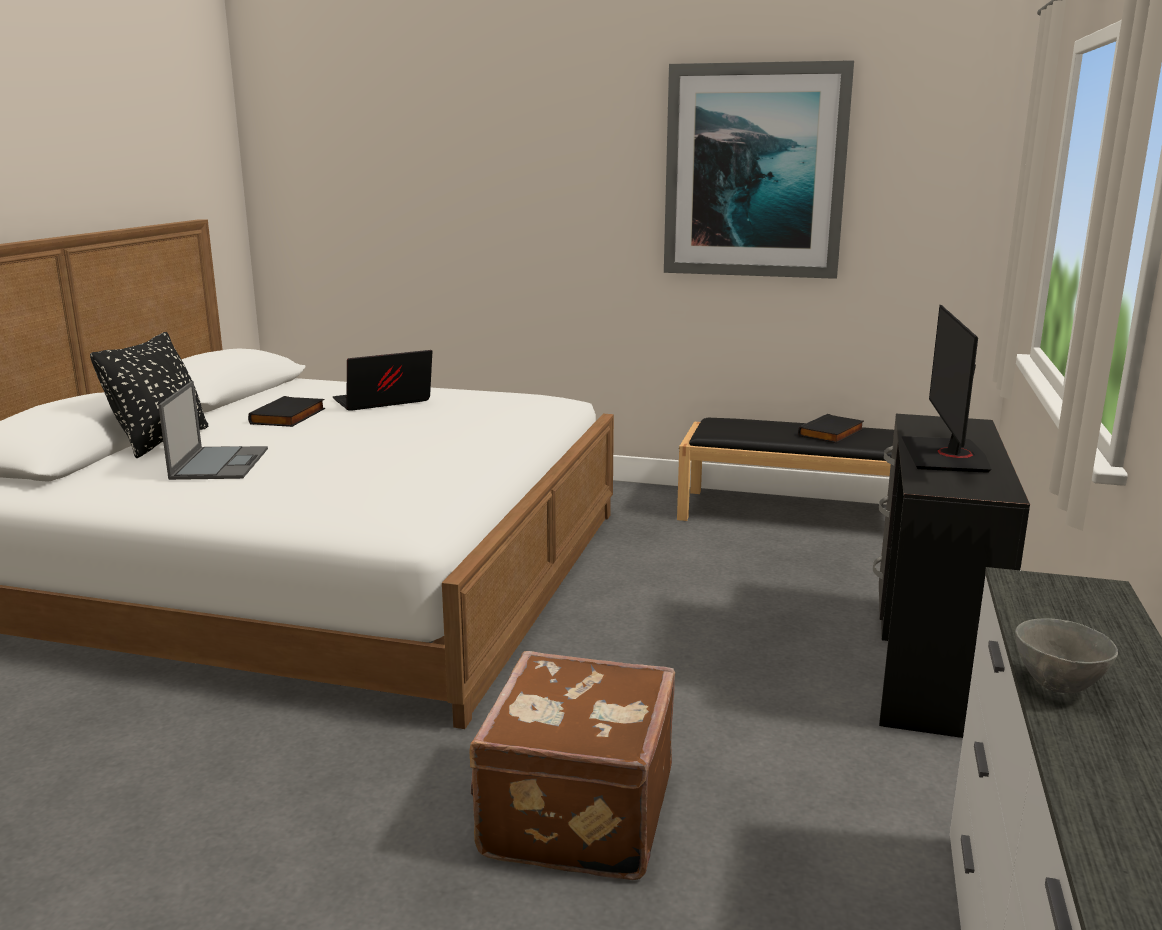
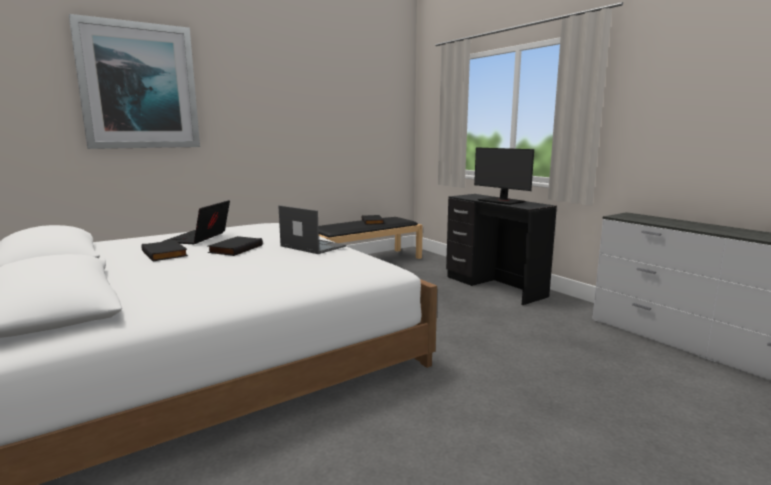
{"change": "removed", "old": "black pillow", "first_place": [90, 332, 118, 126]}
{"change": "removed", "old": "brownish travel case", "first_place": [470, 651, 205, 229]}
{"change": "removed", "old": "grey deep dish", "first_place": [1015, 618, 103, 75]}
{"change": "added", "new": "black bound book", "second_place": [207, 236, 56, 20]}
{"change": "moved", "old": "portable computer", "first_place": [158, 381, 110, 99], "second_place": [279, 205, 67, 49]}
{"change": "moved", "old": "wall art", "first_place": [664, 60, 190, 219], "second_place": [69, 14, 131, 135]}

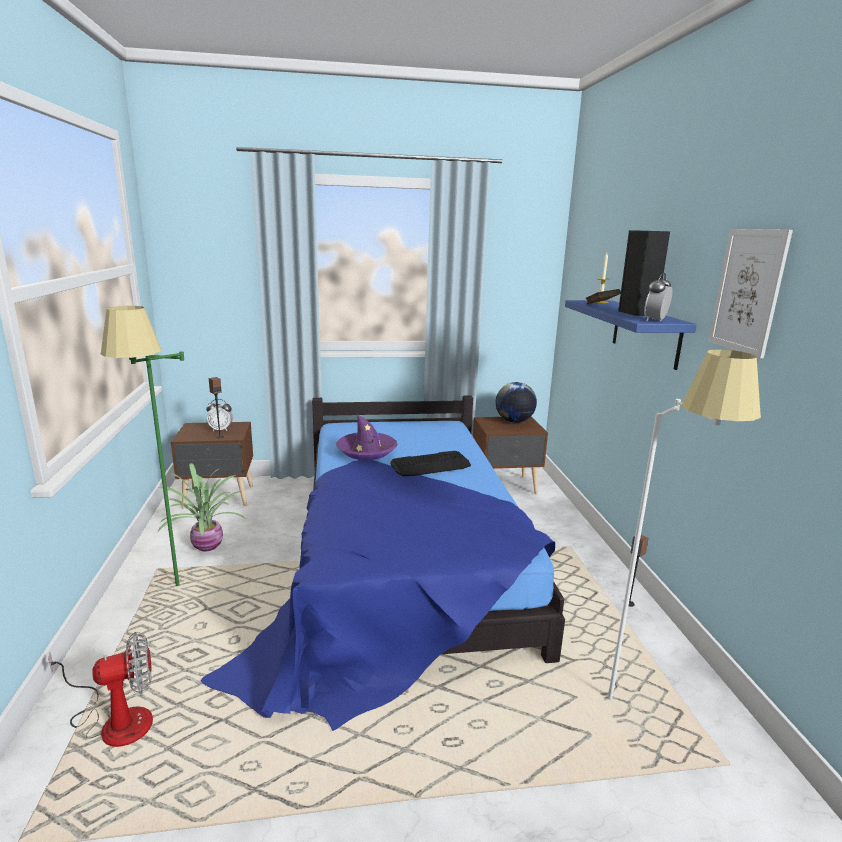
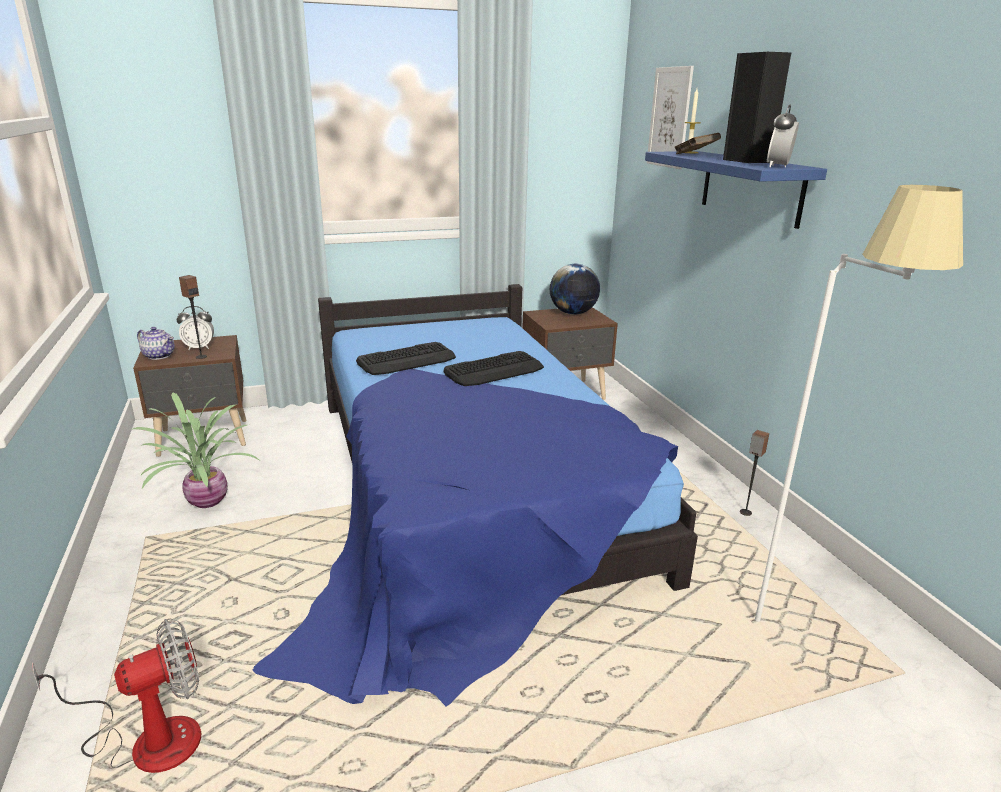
{"change": "removed", "old": "green standard lamp", "first_place": [100, 306, 84, 280]}
{"change": "added", "new": "pot for tea", "second_place": [137, 327, 38, 33]}
{"change": "moved", "old": "wall art", "first_place": [708, 229, 85, 130], "second_place": [647, 66, 47, 103]}
{"change": "replaced", "old": "purplish hat", "new": "computer keyboard", "first_place": [336, 414, 61, 46], "second_place": [356, 342, 100, 33]}

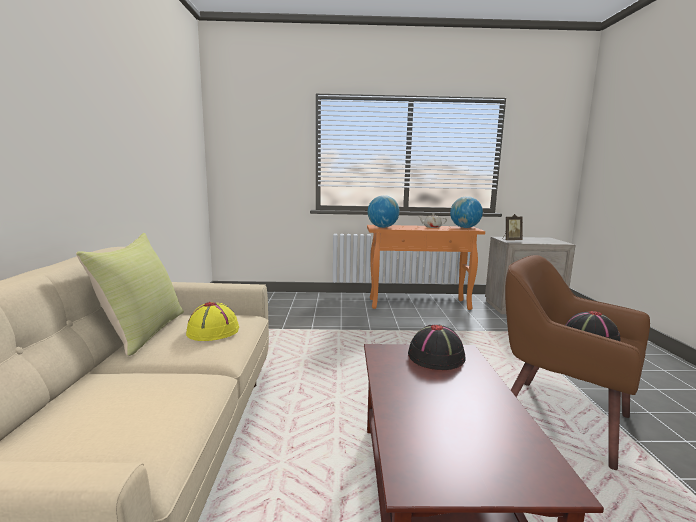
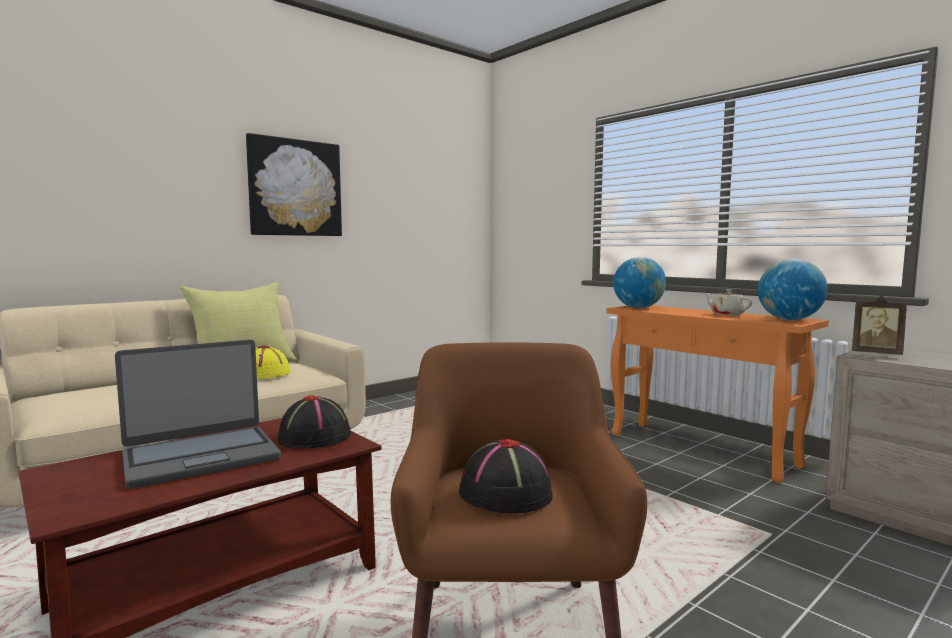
{"change": "added", "new": "portable computer", "second_place": [115, 340, 166, 149]}
{"change": "added", "new": "wall art", "second_place": [246, 133, 96, 103]}

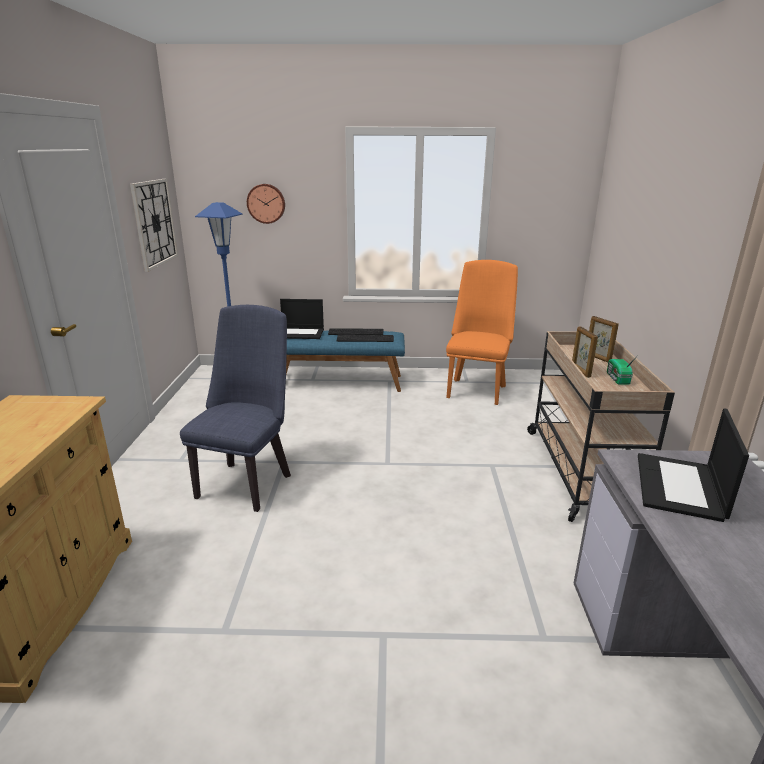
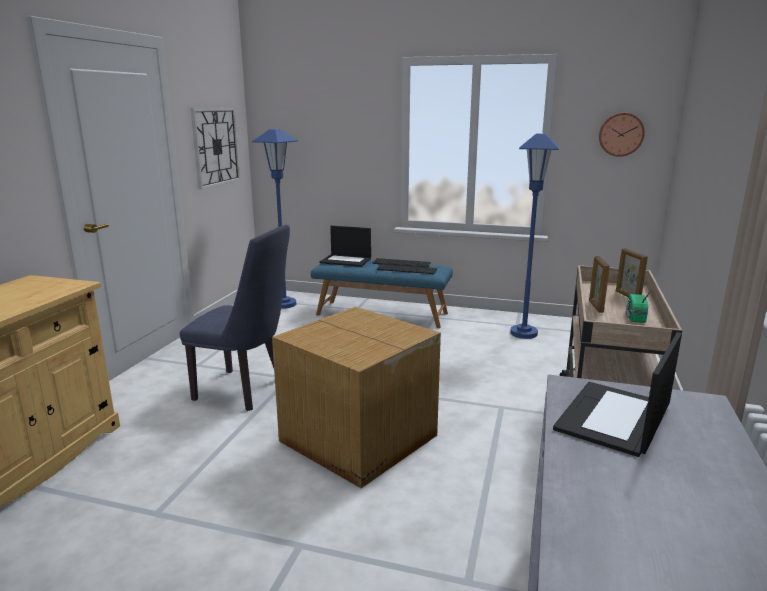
{"change": "added", "new": "packing box", "second_place": [272, 307, 169, 181]}
{"change": "moved", "old": "wall clock", "first_place": [247, 184, 38, 40], "second_place": [599, 113, 46, 44]}
{"change": "replaced", "old": "orangey chair", "new": "bluish standard lamp", "first_place": [446, 260, 72, 145], "second_place": [510, 134, 49, 205]}
{"change": "turned", "old": "bluish chair", "first_place": [180, 305, 111, 207], "second_place": [180, 225, 110, 186], "degrees": 75}

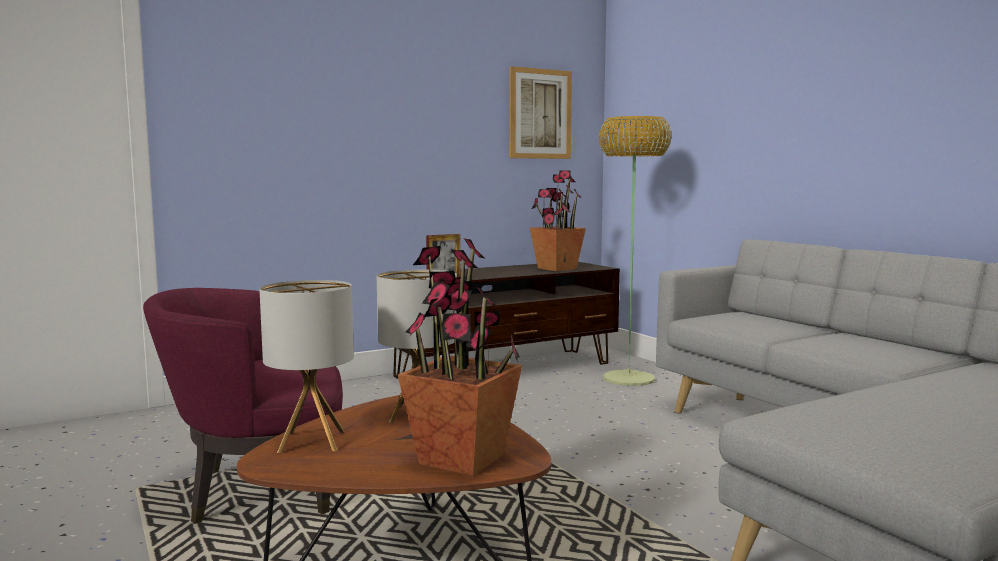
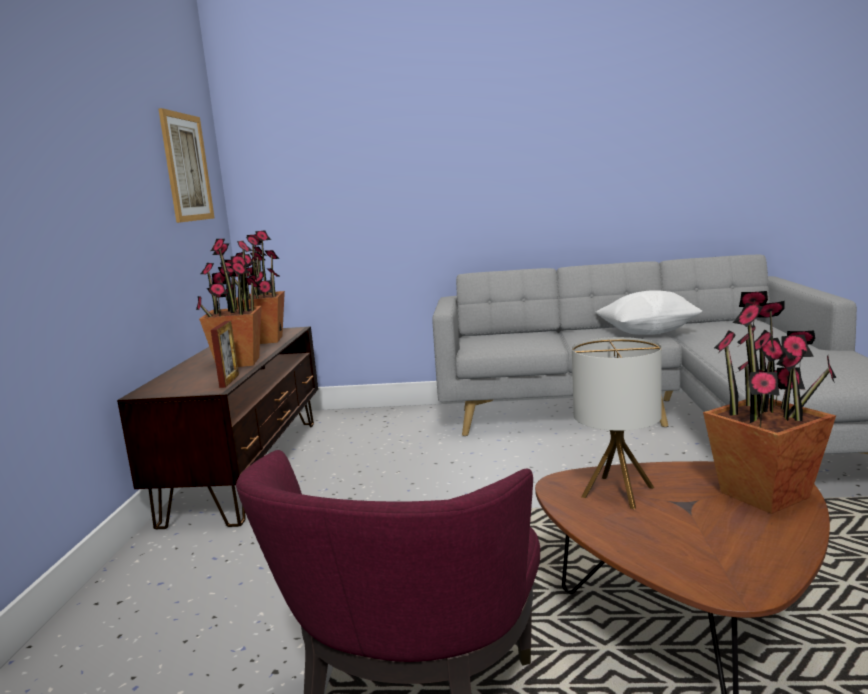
{"change": "removed", "old": "table lamp", "first_place": [259, 280, 95, 173]}
{"change": "removed", "old": "standard lamp", "first_place": [599, 116, 73, 270]}
{"change": "added", "new": "plant in a pot", "second_place": [196, 239, 66, 128]}
{"change": "added", "new": "whitish pillow", "second_place": [595, 290, 107, 45]}

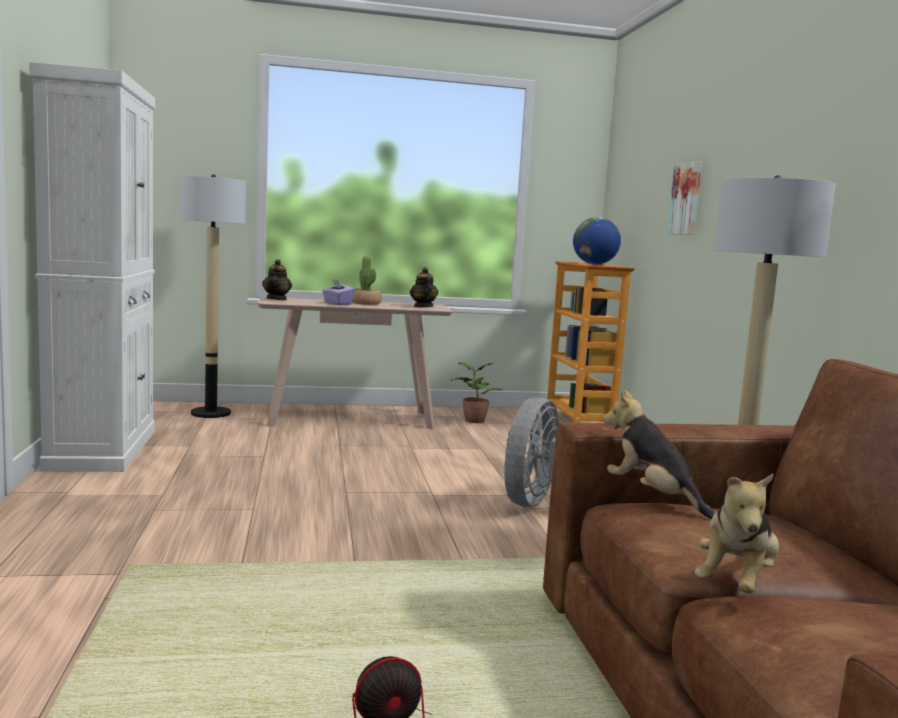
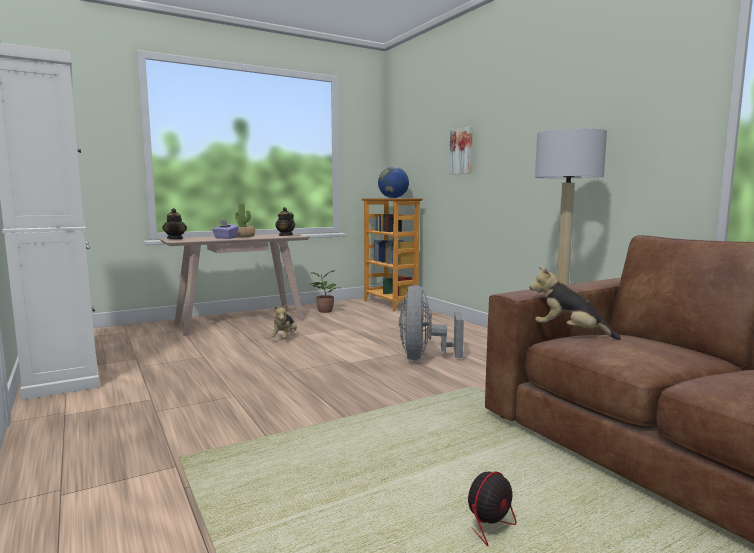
{"change": "removed", "old": "standard lamp", "first_place": [180, 174, 66, 244]}
{"change": "moved", "old": "cuddly toy", "first_place": [695, 474, 84, 120], "second_place": [270, 304, 27, 35]}

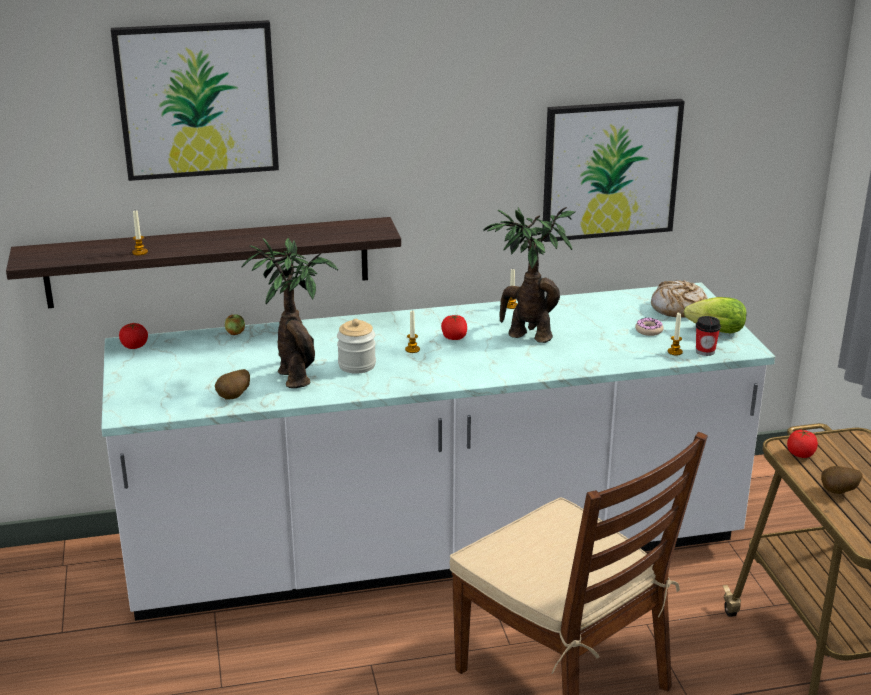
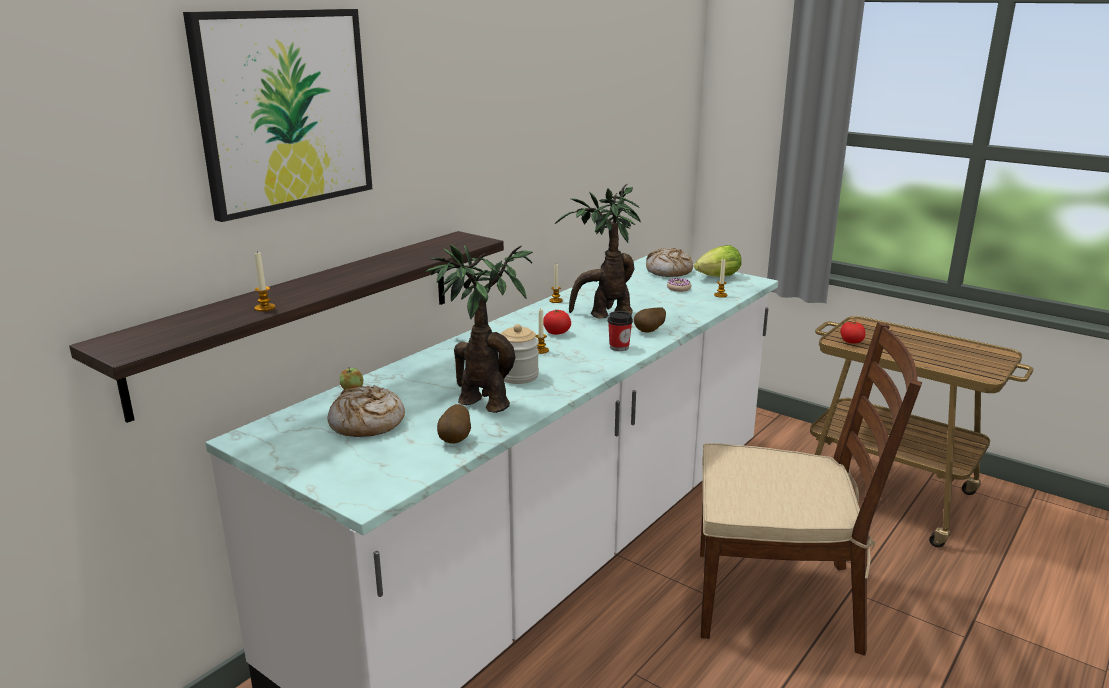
{"change": "removed", "old": "whole tomato", "first_place": [119, 323, 29, 26]}
{"change": "removed", "old": "wall art", "first_place": [542, 99, 143, 143]}
{"change": "added", "new": "bread", "second_place": [327, 385, 78, 52]}
{"change": "moved", "old": "drinking cup", "first_place": [696, 316, 25, 40], "second_place": [608, 311, 25, 40]}
{"change": "moved", "old": "whole potato", "first_place": [821, 466, 41, 28], "second_place": [634, 308, 32, 25]}

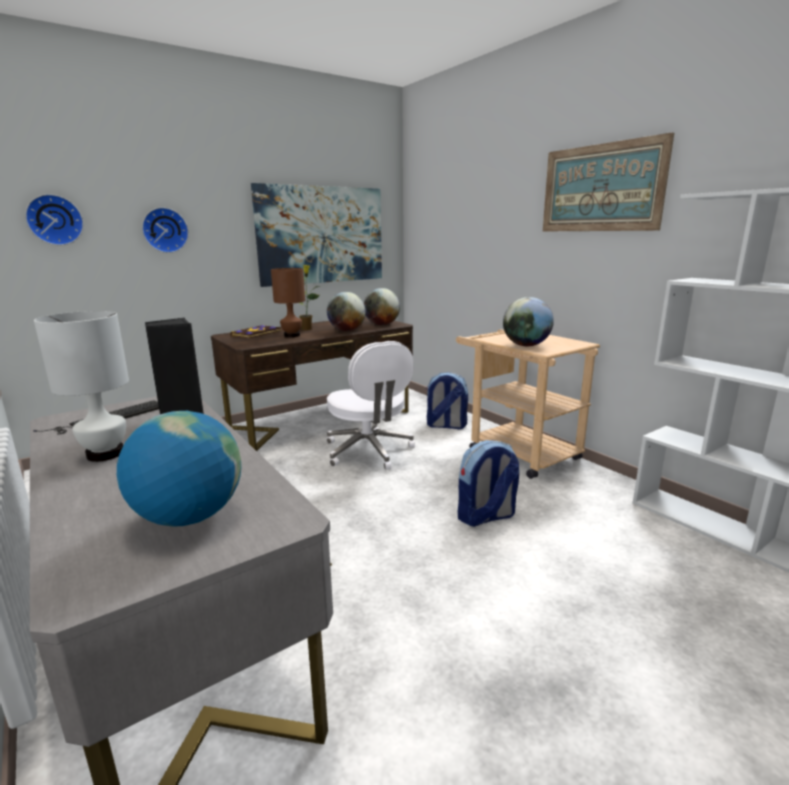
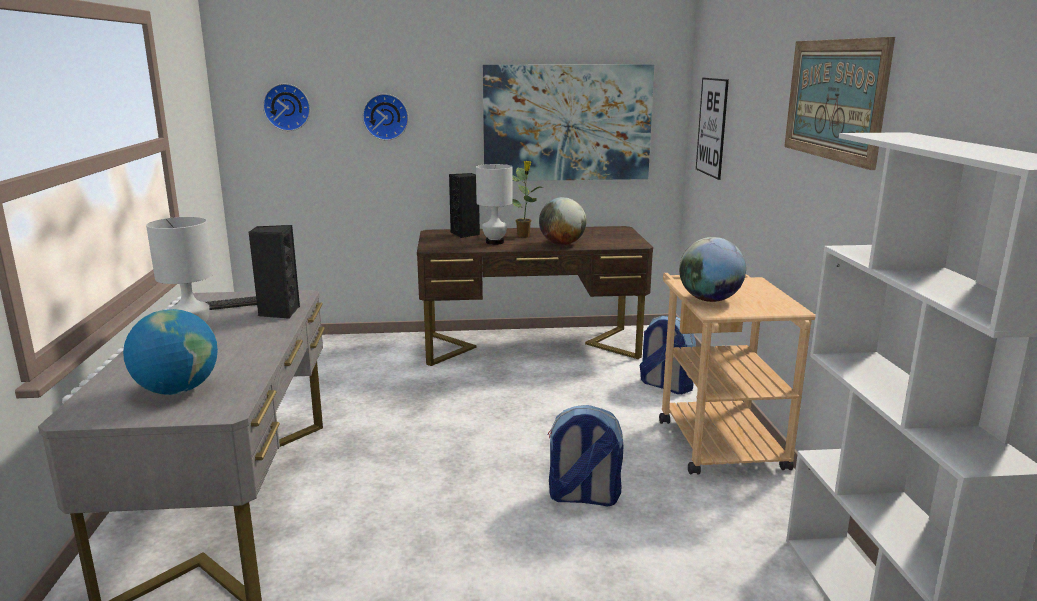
{"change": "removed", "old": "whitish desk chair", "first_place": [326, 341, 89, 129]}
{"change": "removed", "old": "world globe", "first_place": [364, 288, 36, 37]}
{"change": "added", "new": "wall art", "second_place": [696, 78, 33, 102]}
{"change": "replaced", "old": "bound book", "new": "black audio speaker", "first_place": [230, 325, 51, 13], "second_place": [449, 173, 31, 65]}
{"change": "recoloured", "old": "brownish table lamp", "new": "whitish table lamp", "first_place": [271, 268, 34, 69], "second_place": [476, 164, 36, 81]}

